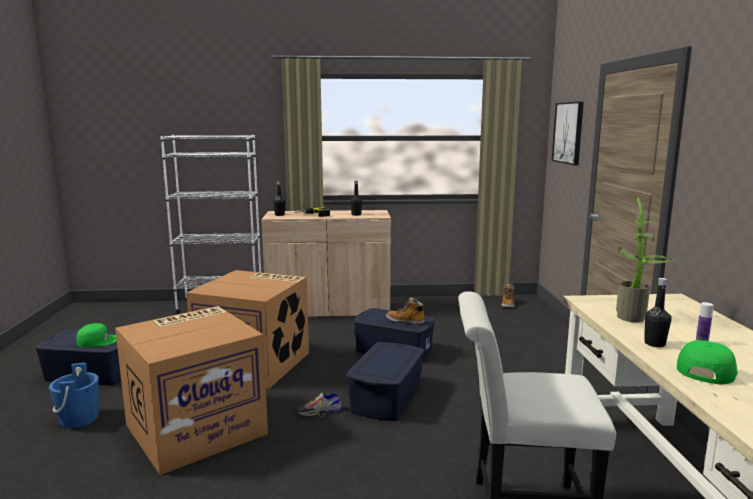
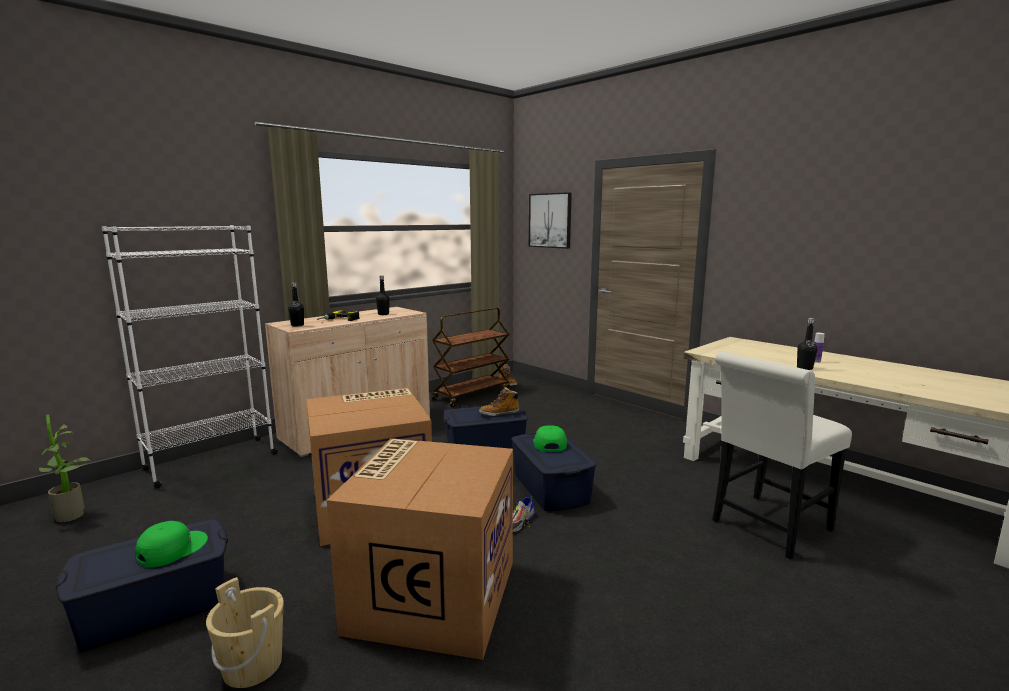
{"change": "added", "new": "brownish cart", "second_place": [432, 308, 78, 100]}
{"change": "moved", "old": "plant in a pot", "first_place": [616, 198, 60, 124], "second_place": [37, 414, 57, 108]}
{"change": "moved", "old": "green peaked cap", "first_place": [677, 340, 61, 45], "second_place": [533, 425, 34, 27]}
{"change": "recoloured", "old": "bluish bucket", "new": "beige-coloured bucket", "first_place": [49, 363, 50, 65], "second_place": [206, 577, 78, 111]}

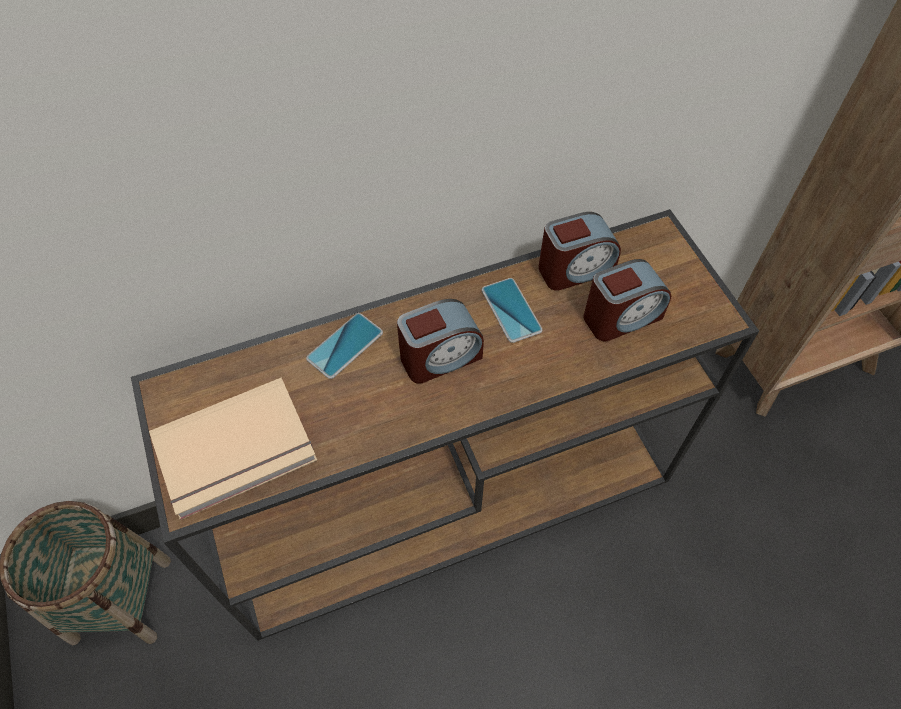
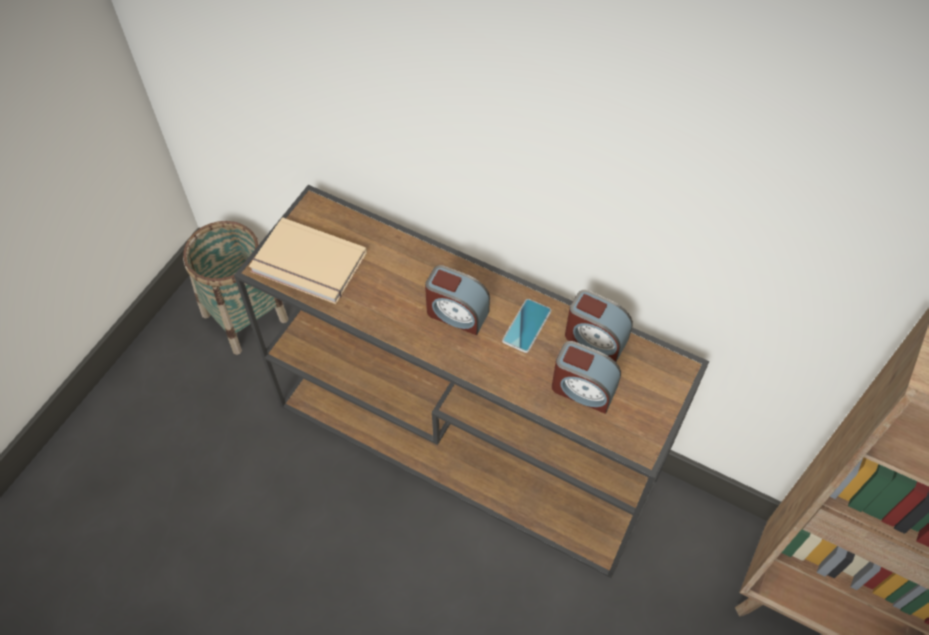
{"change": "removed", "old": "phone", "first_place": [306, 313, 77, 66]}

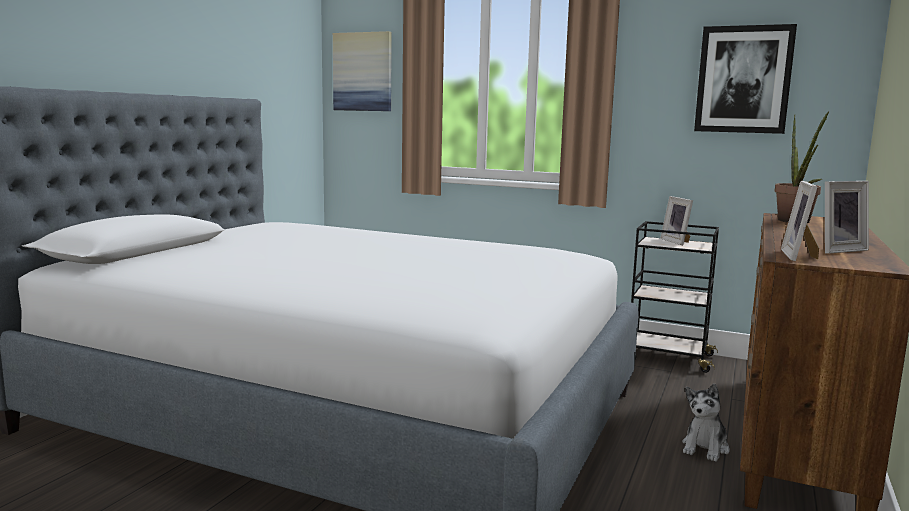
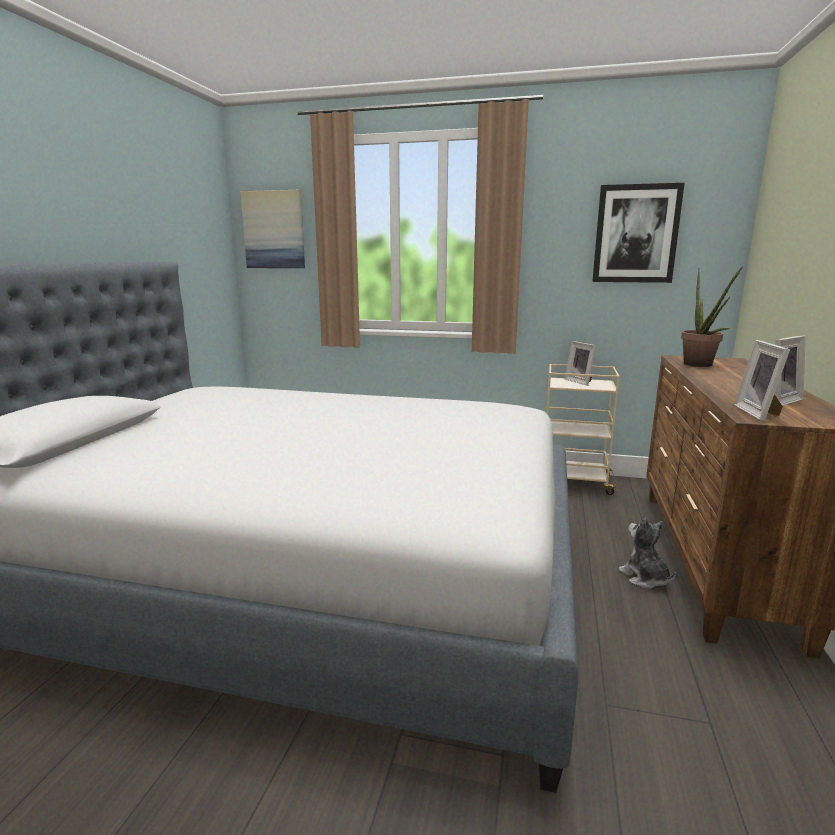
{"change": "recoloured", "old": "black cart", "new": "beige-coloured cart", "first_place": [631, 221, 88, 152], "second_place": [546, 364, 74, 131]}
{"change": "turned", "old": "cuddly toy", "first_place": [682, 384, 48, 78], "second_place": [618, 518, 58, 71], "degrees": 135}

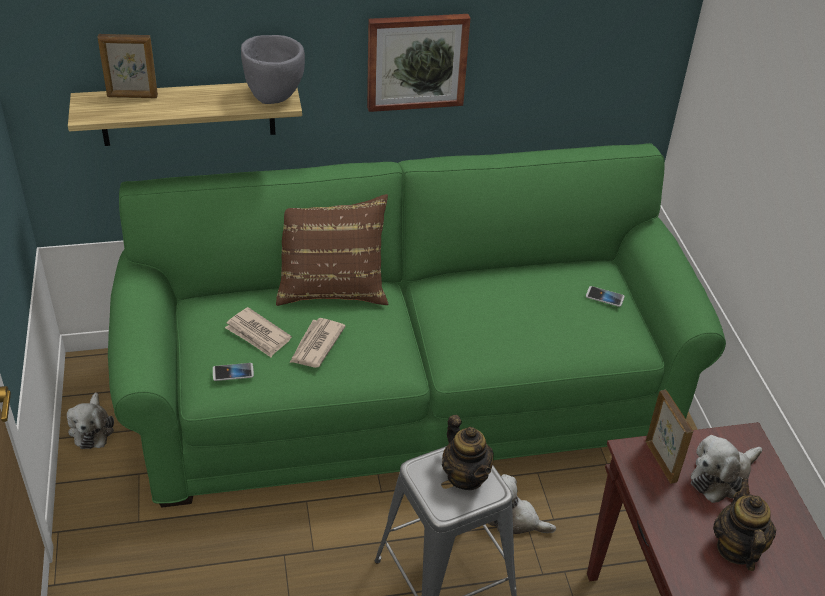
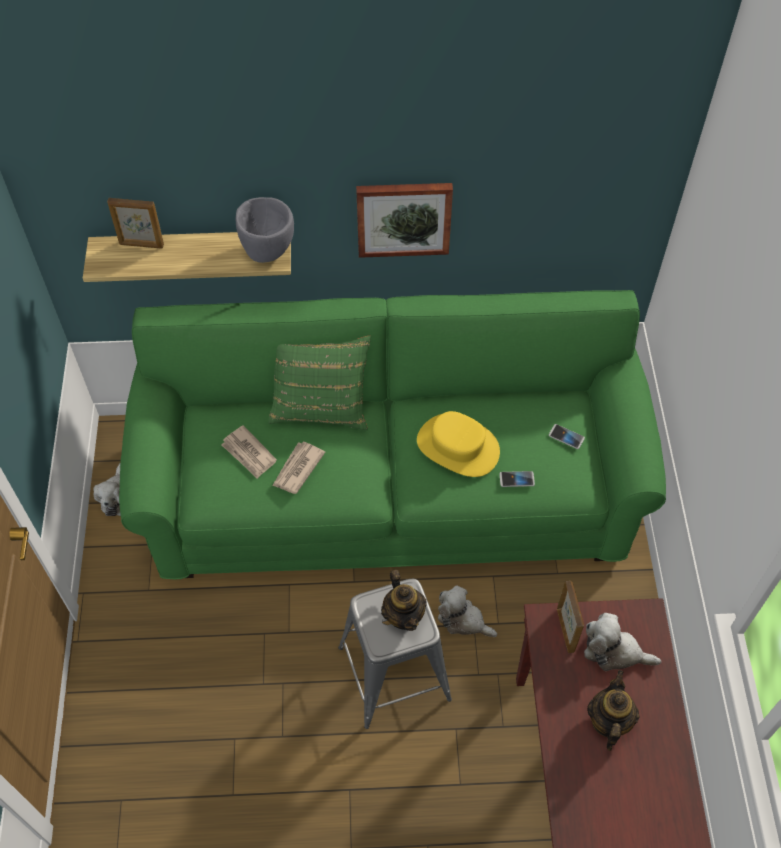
{"change": "added", "new": "yellow hat", "second_place": [417, 411, 83, 66]}
{"change": "moved", "old": "phone", "first_place": [213, 363, 41, 18], "second_place": [499, 471, 36, 16]}
{"change": "recoloured", "old": "brownish pillow", "new": "green pillow", "first_place": [276, 194, 112, 112], "second_place": [268, 336, 103, 94]}
{"change": "turned", "old": "cuddly toy", "first_place": [691, 435, 71, 68], "second_place": [584, 613, 77, 58], "degrees": 45}

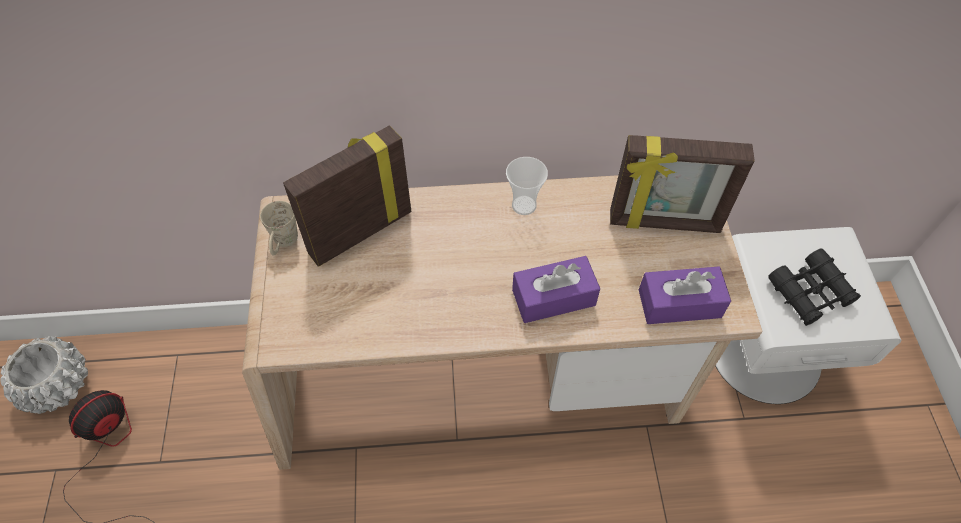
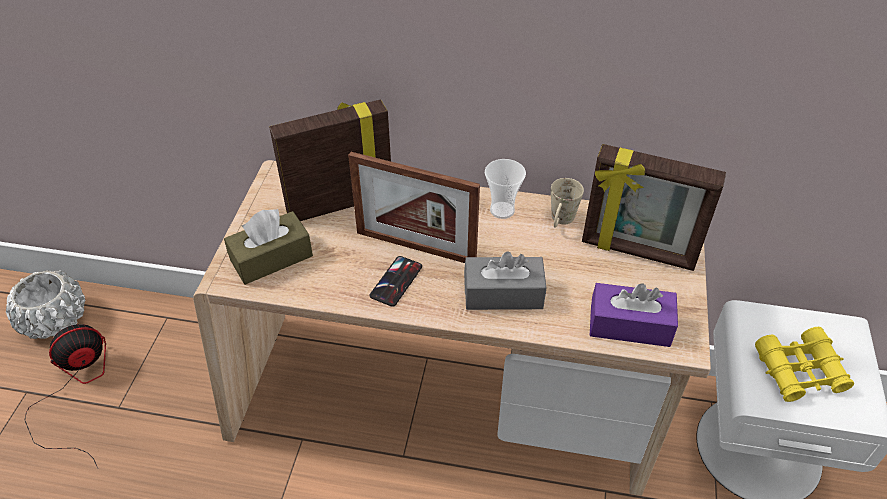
{"change": "added", "new": "brownish tissue holder", "second_place": [224, 209, 89, 76]}
{"change": "added", "new": "picture frame", "second_place": [348, 152, 132, 111]}
{"change": "added", "new": "phone", "second_place": [369, 256, 53, 51]}
{"change": "moved", "old": "beige-coloured tea mug", "first_place": [260, 201, 38, 55], "second_place": [551, 178, 33, 50]}
{"change": "recoloured", "old": "purplish tissue holder", "new": "grey tissue holder", "first_place": [512, 256, 88, 67], "second_place": [464, 251, 82, 59]}
{"change": "recoloured", "old": "black binoculars", "new": "yellow binoculars", "first_place": [768, 248, 93, 78], "second_place": [755, 327, 99, 75]}

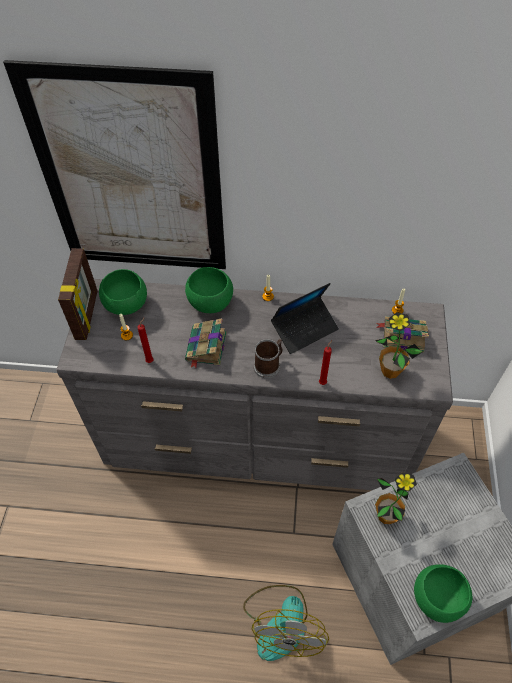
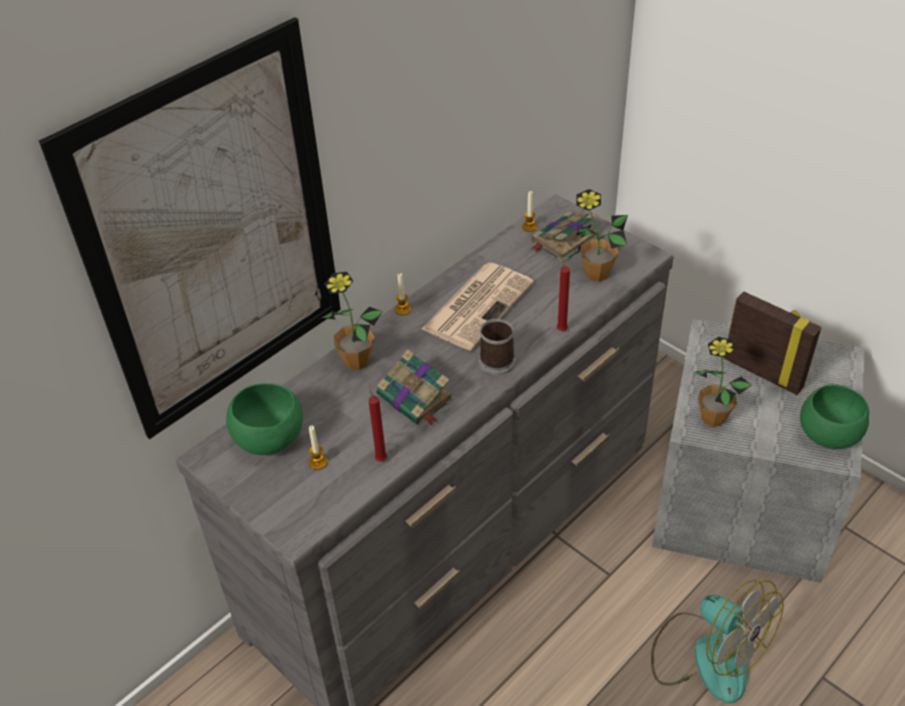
{"change": "moved", "old": "picture frame", "first_place": [58, 248, 39, 92], "second_place": [724, 291, 98, 104]}
{"change": "replaced", "old": "green deep dish", "new": "plant in a pot", "first_place": [185, 267, 48, 46], "second_place": [319, 272, 64, 98]}
{"change": "replaced", "old": "portable computer", "new": "printed paper", "first_place": [271, 283, 68, 71], "second_place": [422, 263, 112, 87]}

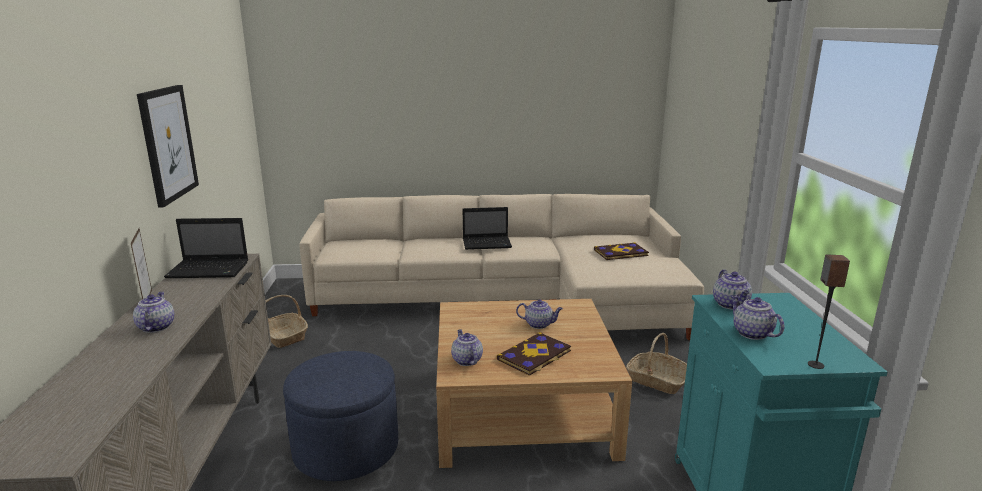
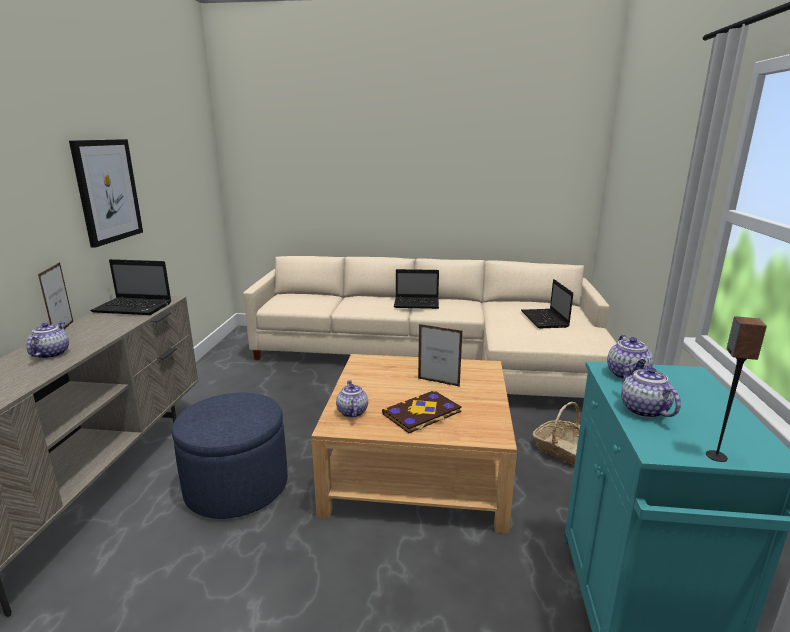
{"change": "removed", "old": "household basket", "first_place": [266, 295, 42, 53]}
{"change": "replaced", "old": "pot for tea", "new": "picture frame", "first_place": [516, 299, 47, 30], "second_place": [418, 324, 44, 63]}
{"change": "replaced", "old": "bound book", "new": "portable computer", "first_place": [594, 242, 55, 18], "second_place": [521, 279, 52, 49]}

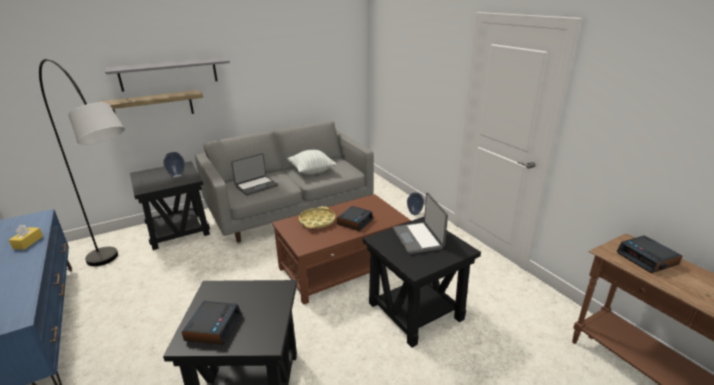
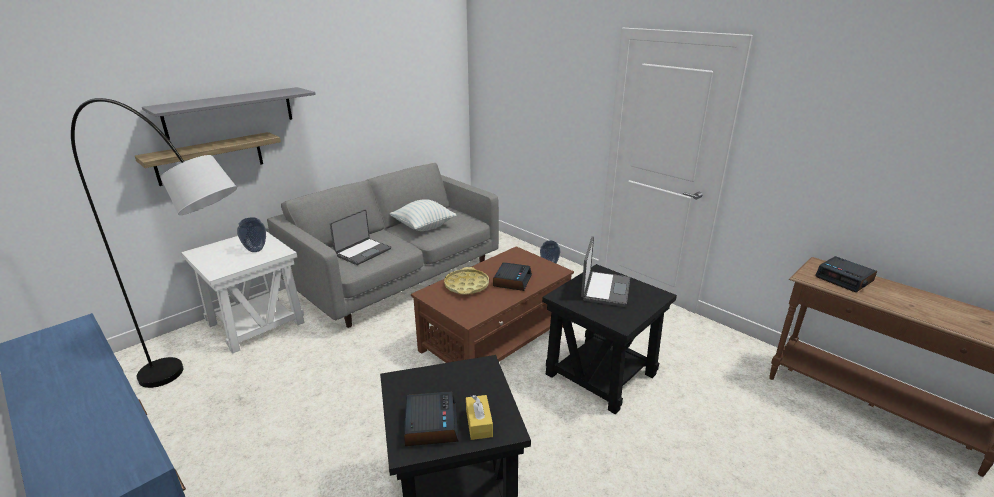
{"change": "moved", "old": "yellow tissue holder", "first_place": [9, 225, 34, 25], "second_place": [466, 395, 27, 45]}
{"change": "recoloured", "old": "black side table", "new": "whitish side table", "first_place": [130, 161, 80, 89], "second_place": [181, 231, 124, 123]}
{"change": "turned", "old": "portable computer", "first_place": [393, 192, 55, 62], "second_place": [581, 237, 49, 70], "degrees": -135}

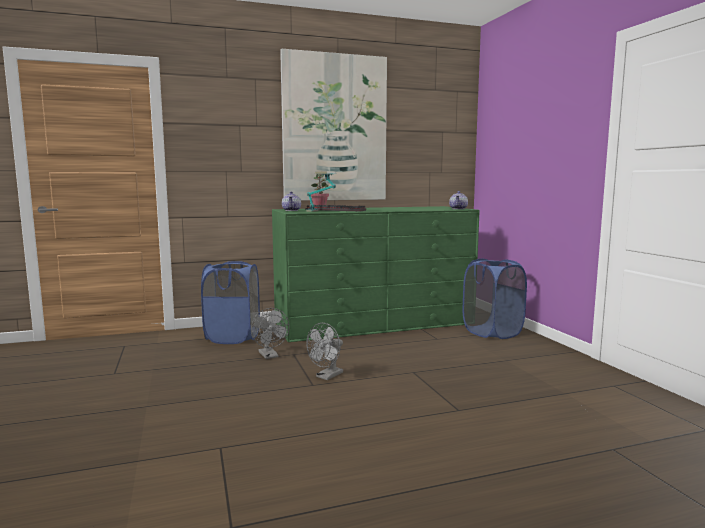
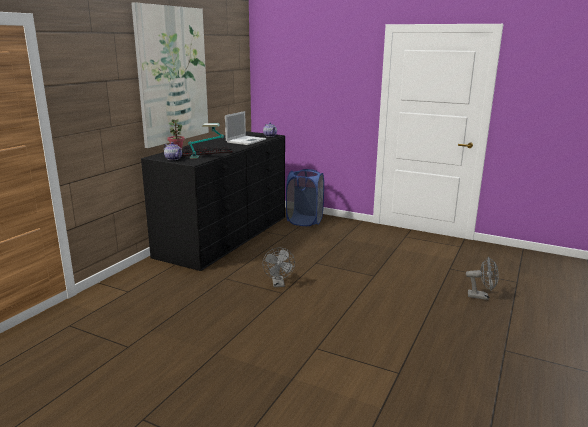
{"change": "removed", "old": "bluish laundry basket", "first_place": [201, 261, 59, 83]}
{"change": "added", "new": "portable computer", "second_place": [225, 111, 41, 34]}
{"change": "moved", "old": "grey fan", "first_place": [251, 308, 38, 51], "second_place": [466, 257, 33, 43]}
{"change": "recoloured", "old": "green chest of drawers", "new": "black chest of drawers", "first_place": [272, 206, 208, 136], "second_place": [141, 131, 144, 140]}

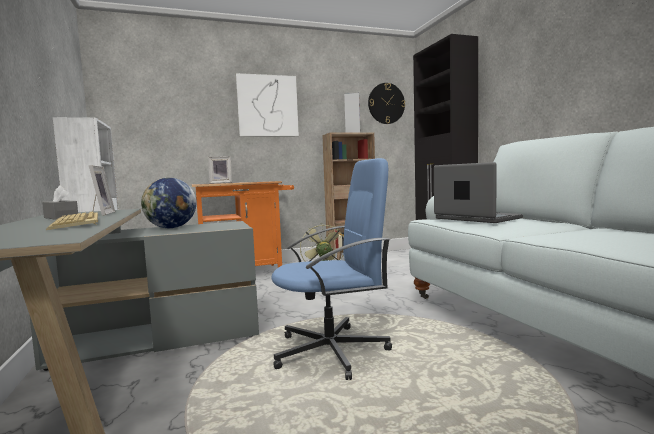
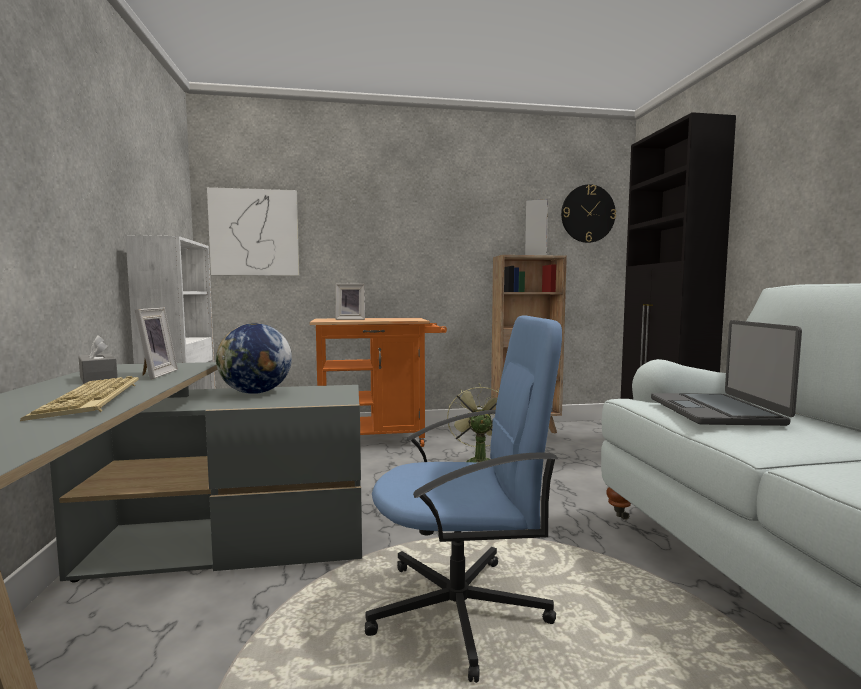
{"change": "moved", "old": "wall art", "first_place": [236, 73, 63, 64], "second_place": [207, 187, 92, 89]}
{"change": "turned", "old": "portable computer", "first_place": [434, 162, 89, 61], "second_place": [651, 320, 151, 106], "degrees": -150}

